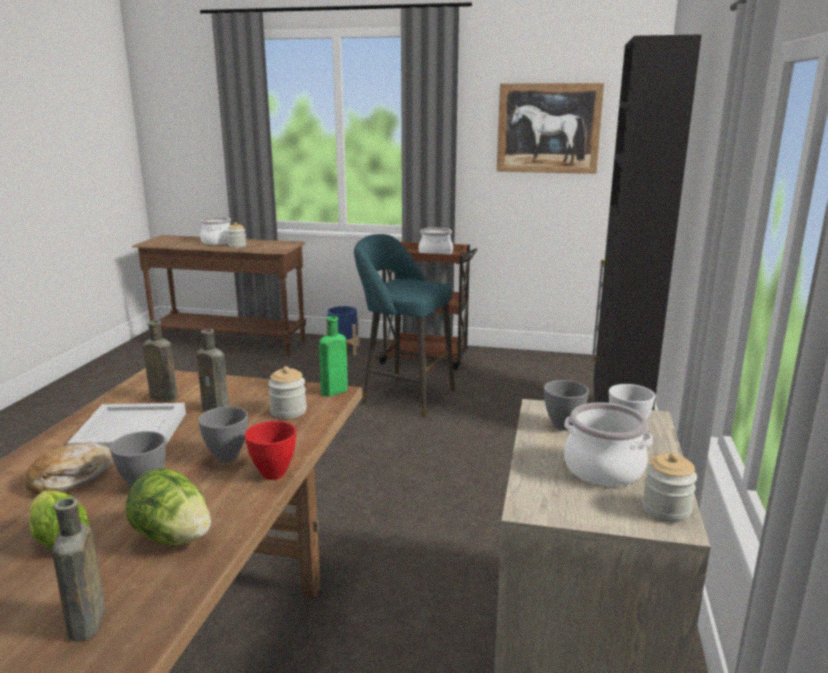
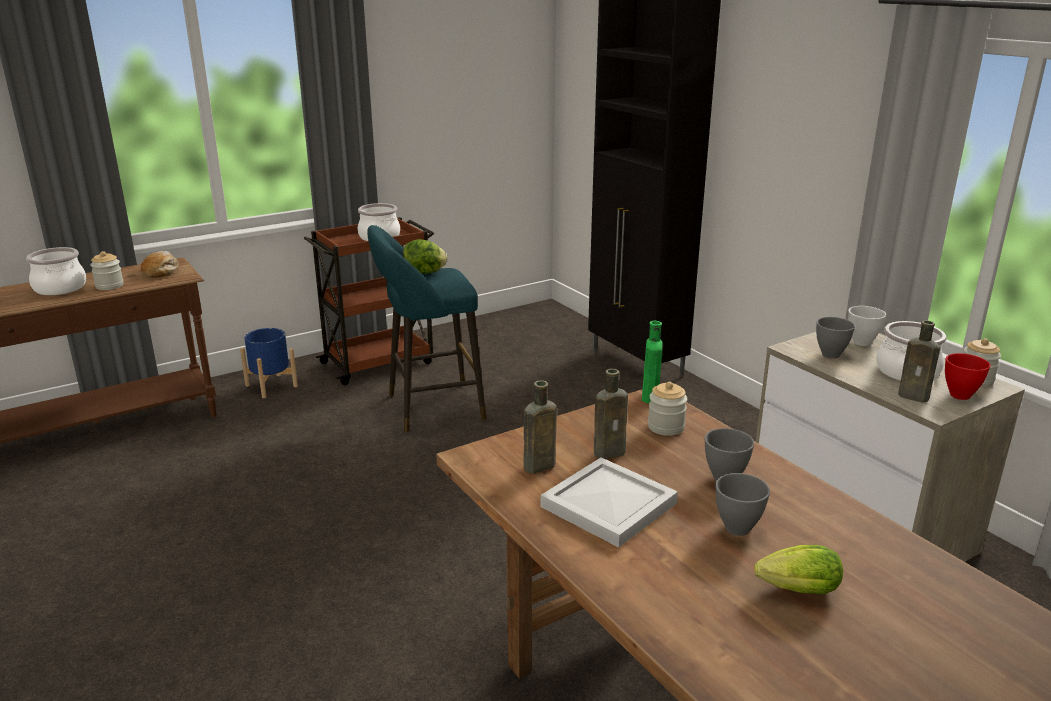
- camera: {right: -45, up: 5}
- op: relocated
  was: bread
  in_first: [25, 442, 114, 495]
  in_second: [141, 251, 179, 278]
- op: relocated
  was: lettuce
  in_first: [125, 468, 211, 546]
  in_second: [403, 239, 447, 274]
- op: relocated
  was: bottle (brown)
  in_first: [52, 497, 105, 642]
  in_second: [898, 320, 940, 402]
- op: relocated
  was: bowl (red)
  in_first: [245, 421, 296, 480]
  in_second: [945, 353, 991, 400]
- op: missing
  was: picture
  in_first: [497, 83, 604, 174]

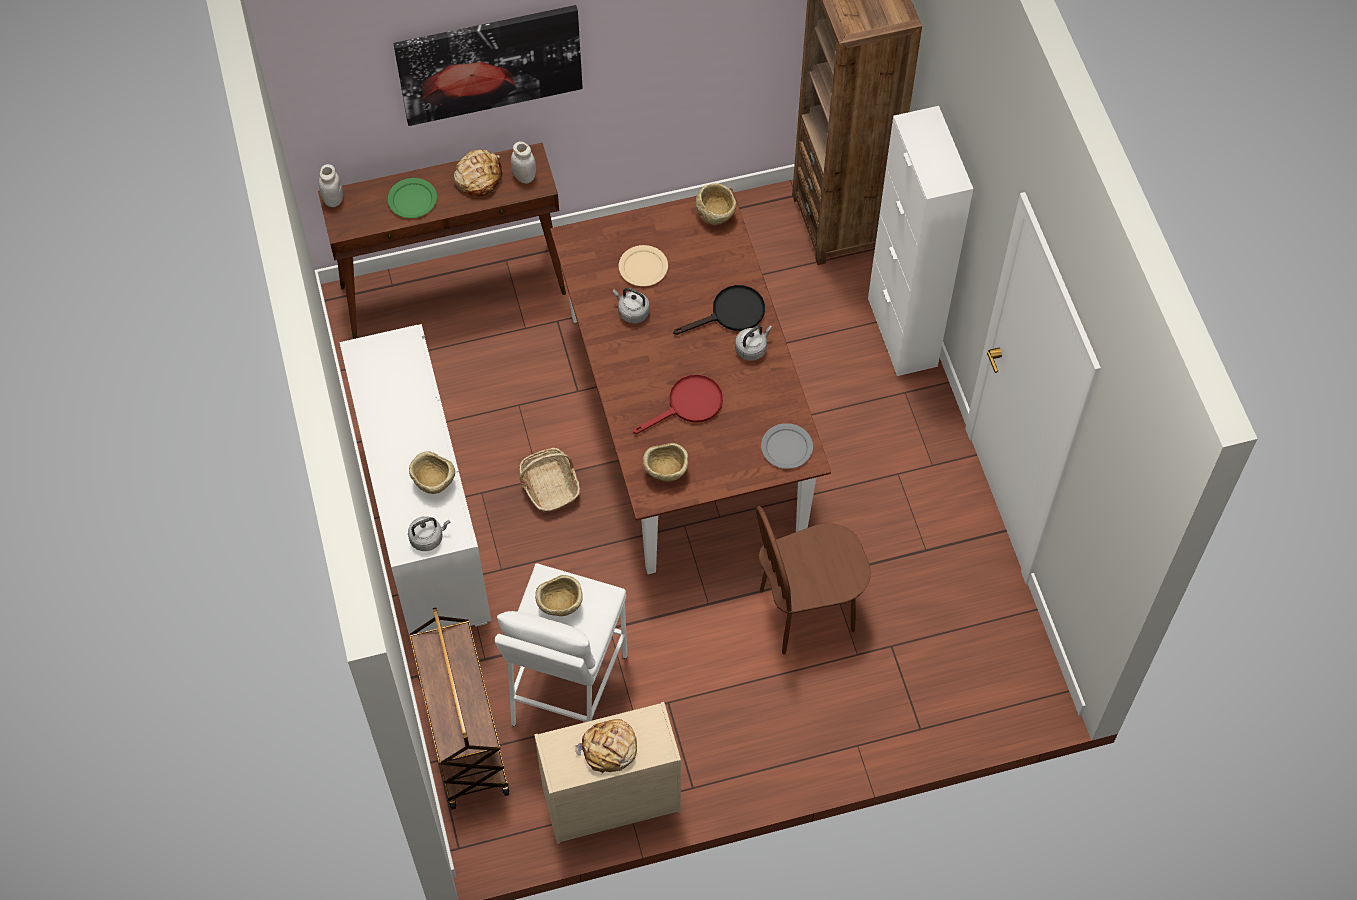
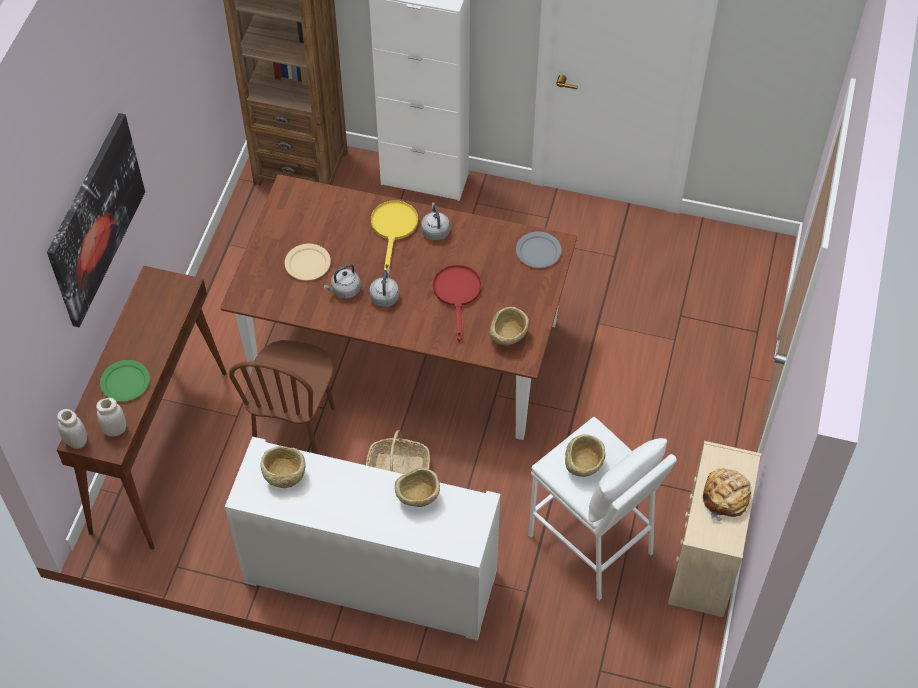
- camera: {right: -60, up: -5}
- op: relocated
  was: jar (white)
  in_first: [511, 141, 536, 184]
  in_second: [96, 398, 126, 437]
- op: relocated
  was: chair (brown)
  in_first: [756, 506, 871, 655]
  in_second: [229, 340, 335, 454]
- op: relocated
  was: bowl (beige)
  in_first: [695, 183, 737, 225]
  in_second: [260, 446, 306, 488]
- op: relocated
  was: kettle (grey)
  in_first: [408, 516, 450, 551]
  in_second: [369, 268, 399, 307]
- op: colour
  was: frying pan (black)
  now: frying pan (yellow)
  in_first: [673, 285, 765, 335]
  in_second: [371, 200, 418, 271]
- op: missing
  was: cart (brown)
  in_first: [409, 608, 509, 810]
- op: missing
  was: bread
  in_first: [454, 149, 503, 197]

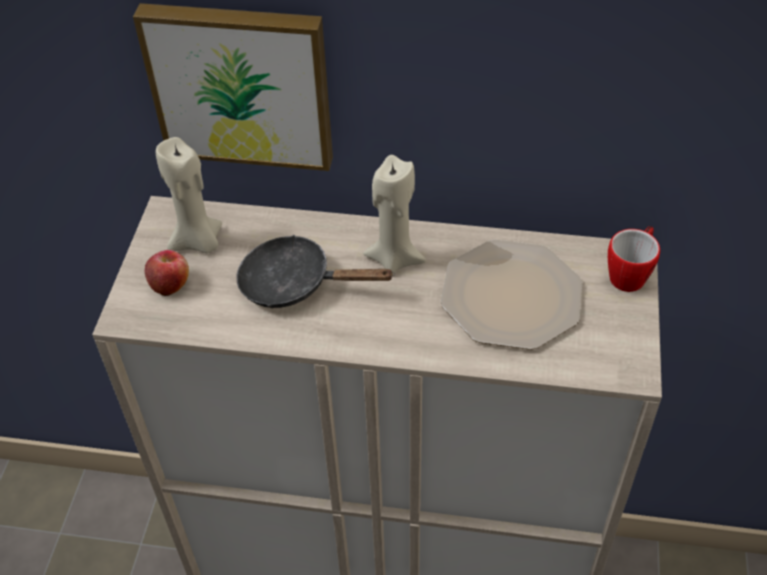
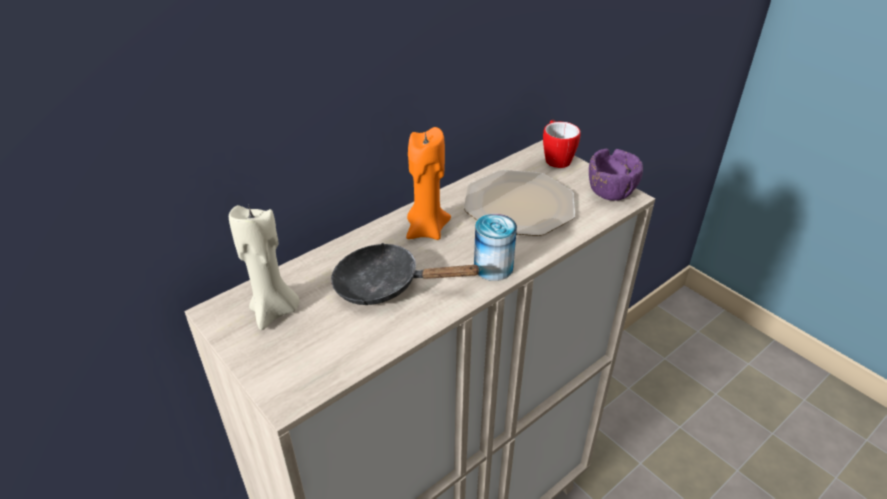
- camera: {right: -50, up: -10}
- op: spun
  was: frying pan (black)
  in_first: [236, 235, 395, 308]
  in_second: [331, 243, 481, 305]
  clockwise: 45
- op: colour
  was: candle (beige)
  now: candle (orange)
  in_first: [363, 155, 426, 275]
  in_second: [406, 127, 451, 240]
- op: appeared
  now: can
  in_second: [474, 214, 517, 281]
- op: appeared
  now: bowl (purple)
  in_second: [589, 149, 643, 201]
- op: missing
  was: picture
  in_first: [133, 3, 333, 171]
- op: missing
  was: apple
  in_first: [144, 250, 189, 296]

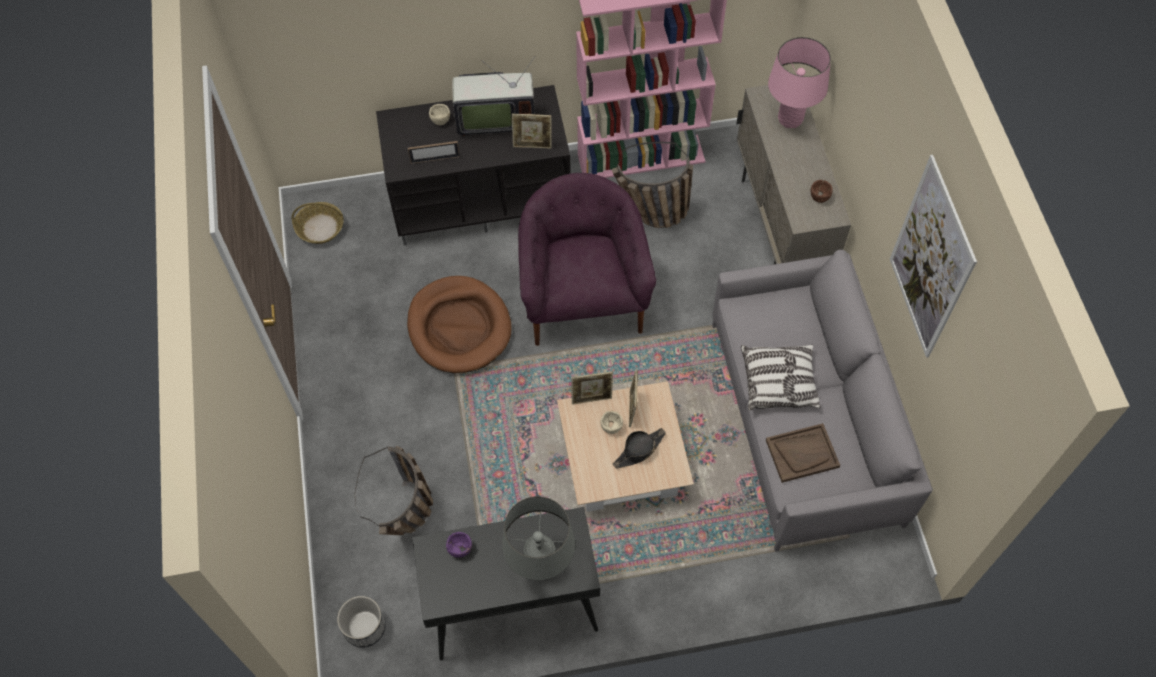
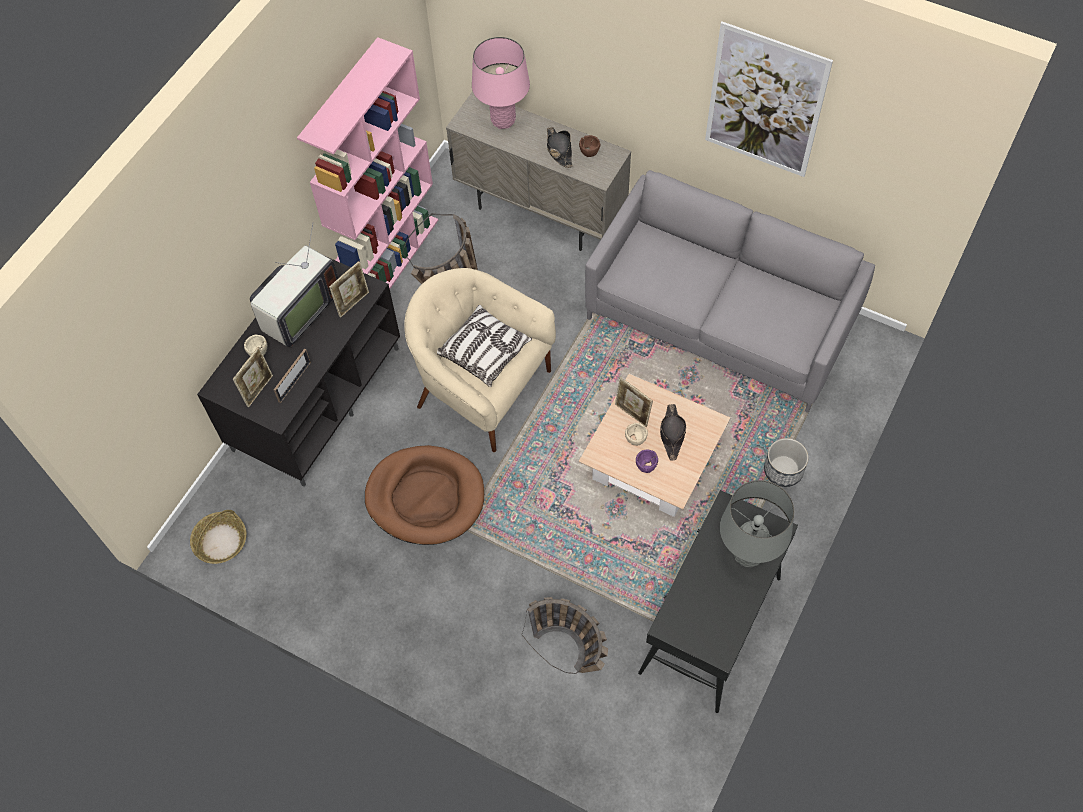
- camera: {right: -50, up: 0}
- op: relocated
  was: picture frame
  in_first: [571, 371, 613, 405]
  in_second: [233, 347, 273, 407]
- op: colour
  was: armchair (purple)
  now: armchair (beige)
  in_first: [518, 173, 656, 346]
  in_second: [404, 268, 556, 452]
- op: relocated
  was: pillow
  in_first: [741, 345, 821, 410]
  in_second: [437, 305, 533, 387]
- op: appeared
  now: hat (black)
  in_second: [547, 127, 573, 168]
- op: relocated
  was: bowl (purple)
  in_first: [446, 532, 472, 558]
  in_second: [636, 449, 658, 473]
- op: relocated
  was: planter
  in_first: [337, 596, 386, 648]
  in_second: [764, 438, 809, 487]
- op: missing
  was: tray (brown)
  in_first: [766, 423, 840, 483]

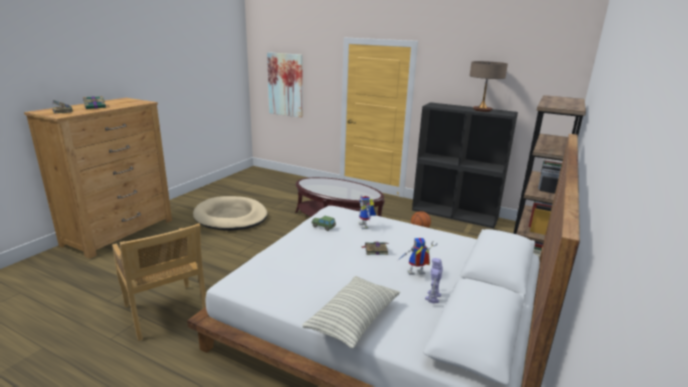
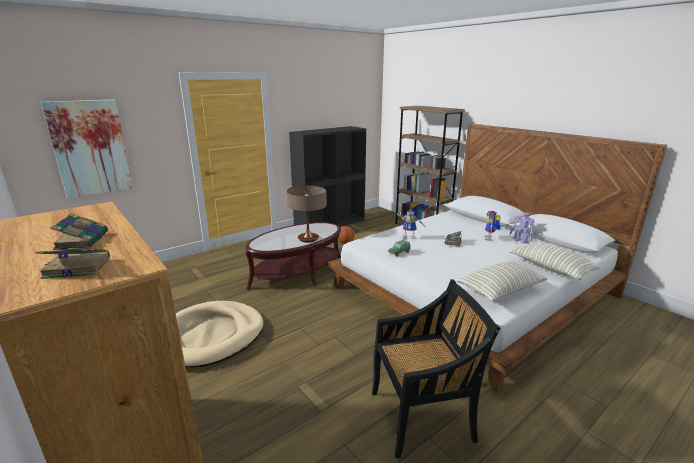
- camera: {right: -65, up: 0}
- op: relocated
  was: table lamp
  in_first: [470, 61, 508, 112]
  in_second: [287, 185, 327, 243]
- op: colour
  was: chair (beige)
  now: chair (black)
  in_first: [112, 223, 206, 341]
  in_second: [372, 279, 500, 458]
- op: appeared
  now: pillow
  in_second: [457, 261, 548, 301]

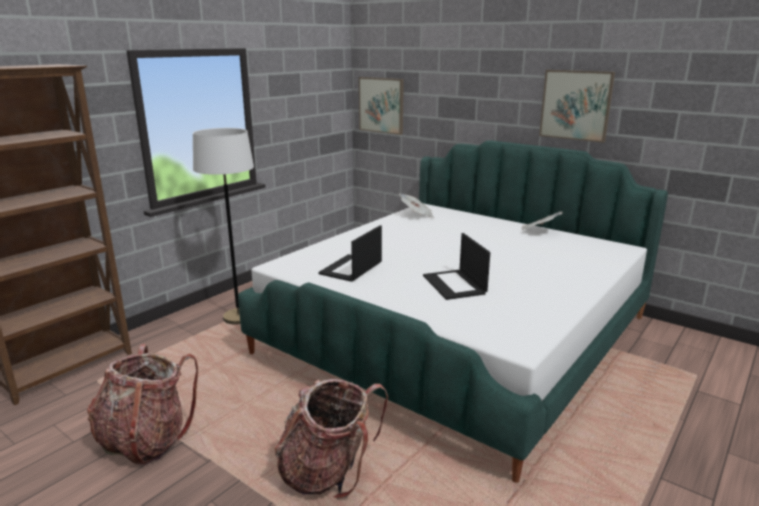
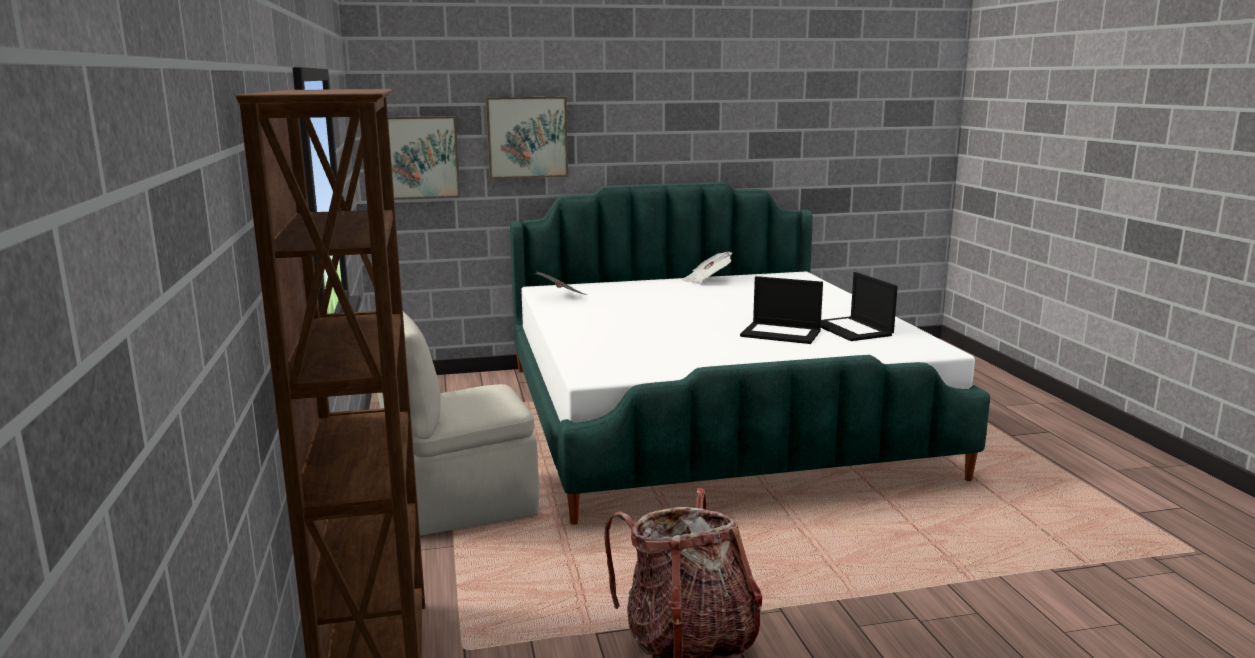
- camera: {right: -50, up: -5}
- op: exchanged
  was: floor lamp (white)
  now: chair (beige)
  in_first: [193, 128, 254, 324]
  in_second: [377, 312, 539, 536]
- op: relocated
  was: picture
  in_first: [539, 70, 615, 143]
  in_second: [486, 97, 568, 179]
- op: relocated
  was: laptop
  in_first: [318, 225, 382, 282]
  in_second: [821, 272, 898, 341]
- op: missing
  was: backpack
  in_first: [275, 379, 388, 499]

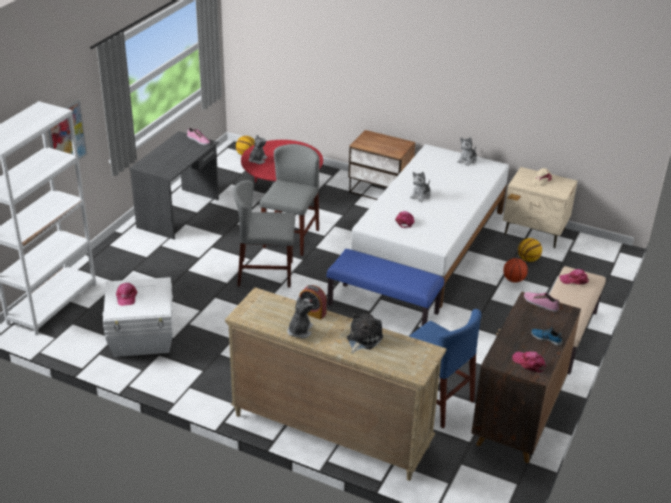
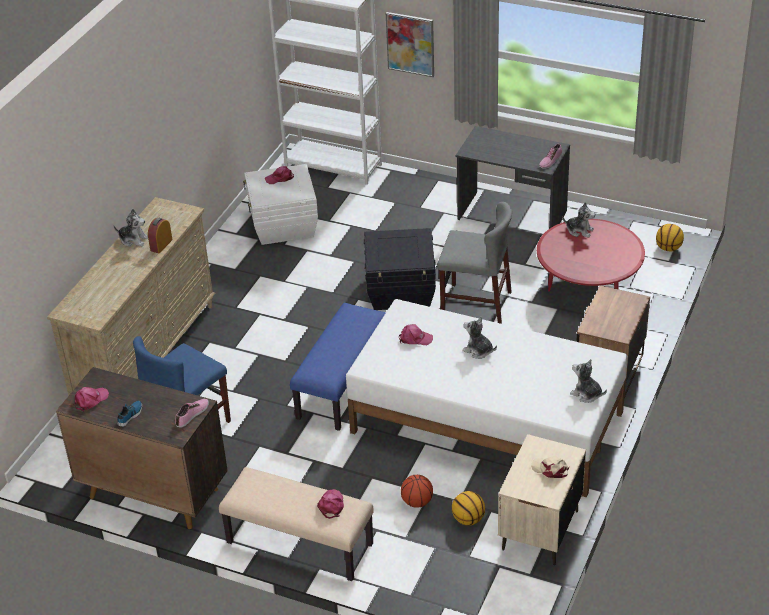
- camera: {right: 90, up: 5}
- op: exchanged
  was: chair (grey)
  now: storage box (black)
  in_first: [233, 180, 295, 288]
  in_second: [364, 228, 436, 310]
- op: missing
  was: plush toy
  in_first: [347, 313, 383, 353]

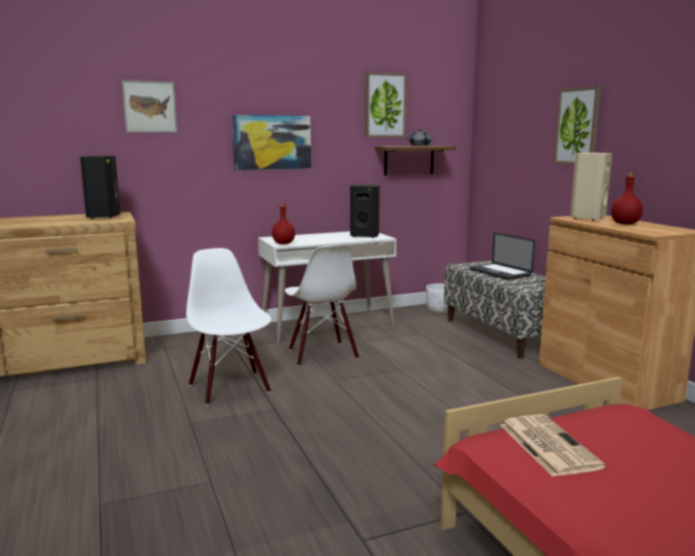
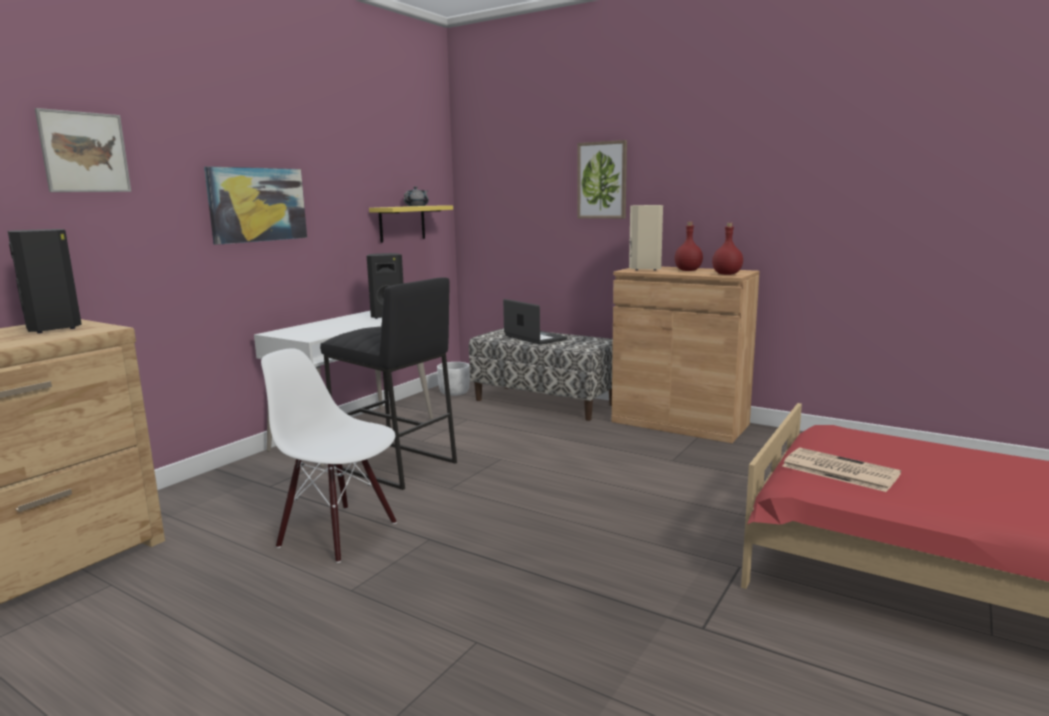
- camera: {right: -35, up: 0}
- op: exchanged
  was: chair (white)
  now: stool (black)
  in_first: [285, 245, 359, 366]
  in_second: [320, 277, 457, 490]
- op: colour
  was: shelf (brown)
  now: shelf (yellow)
  in_first: [375, 146, 456, 176]
  in_second: [369, 205, 453, 243]
- op: spun
  was: laptop
  in_first: [470, 233, 535, 280]
  in_second: [503, 299, 567, 345]
  clockwise: -150
- op: relocated
  was: bottle (red)
  in_first: [272, 203, 295, 244]
  in_second: [712, 223, 743, 275]
- op: missing
  was: picture
  in_first: [365, 72, 407, 138]

